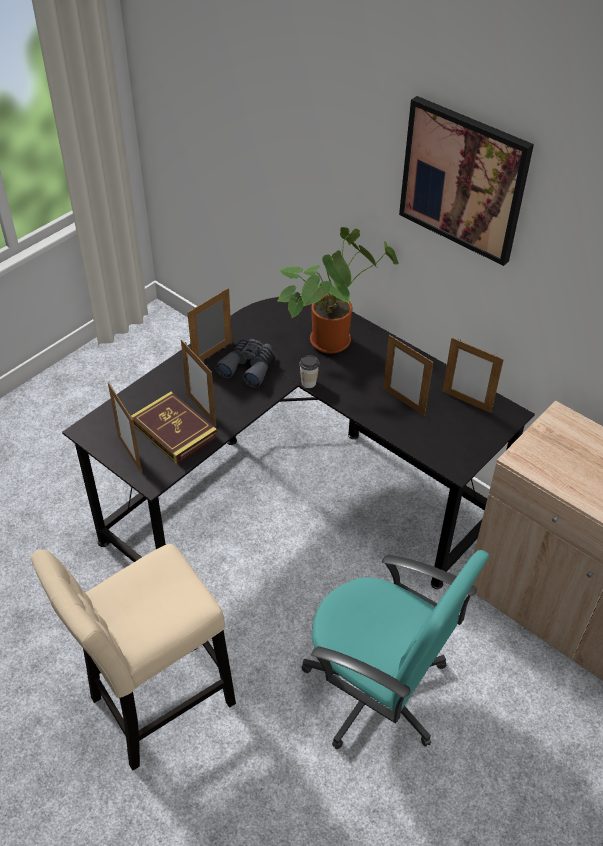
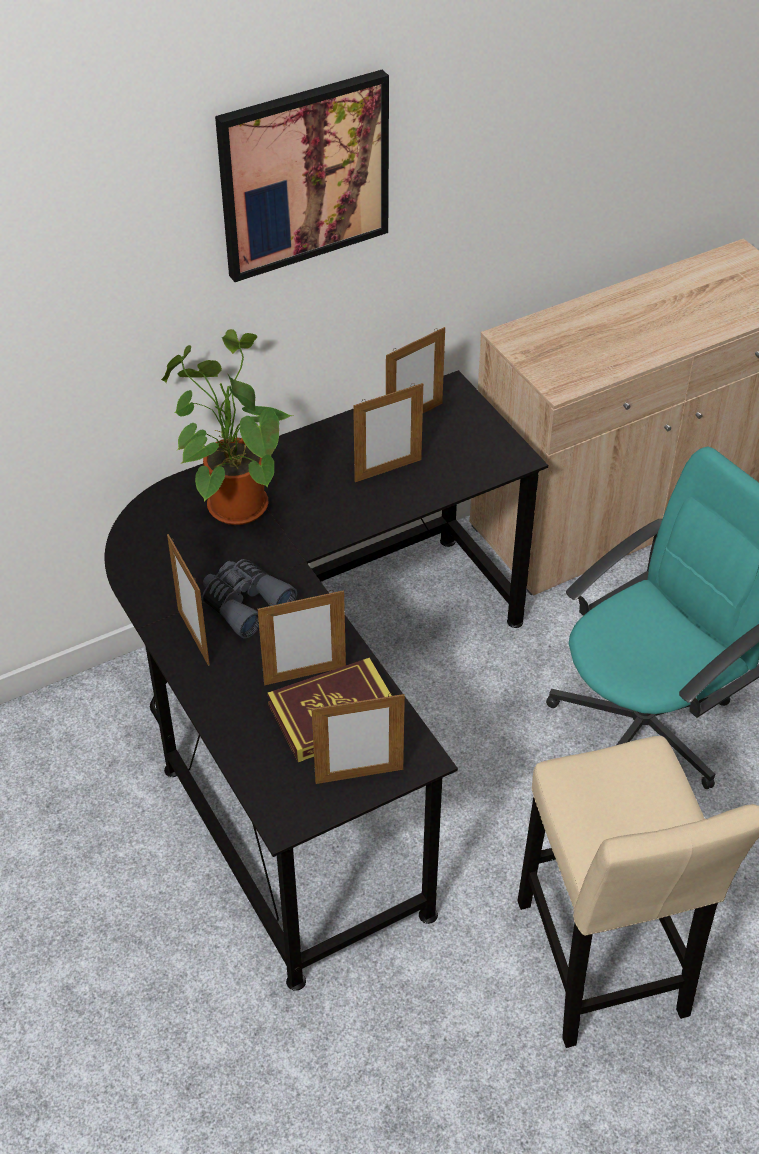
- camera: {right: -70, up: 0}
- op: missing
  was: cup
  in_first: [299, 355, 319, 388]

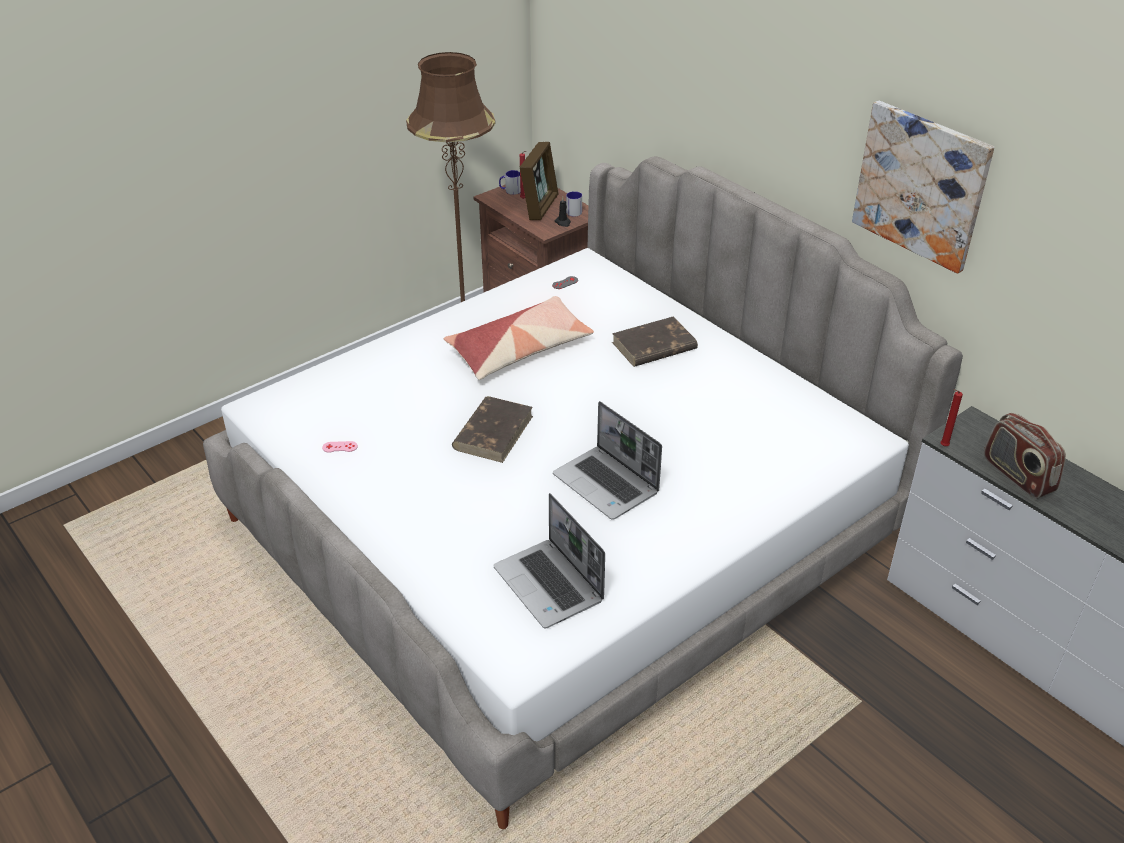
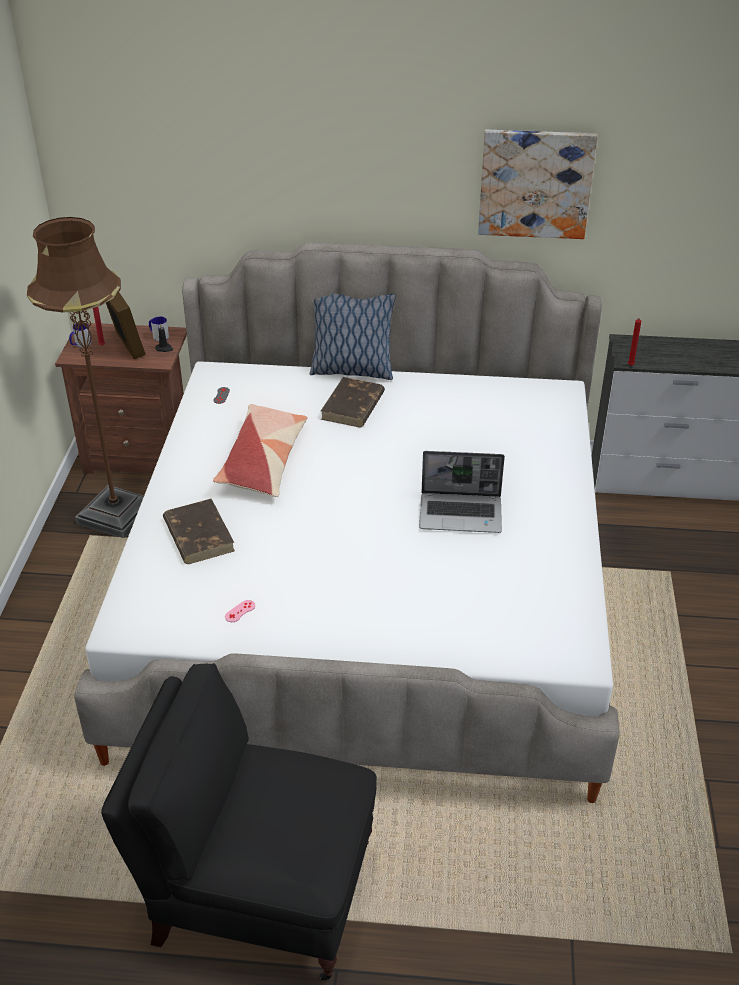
- camera: {right: -45, up: 0}
- op: appeared
  now: armchair (black)
  in_second: [101, 663, 377, 980]
- op: relocated
  was: book (brown)
  in_first: [452, 396, 533, 463]
  in_second: [163, 499, 235, 564]
- op: appeared
  now: pillow
  in_second: [310, 294, 396, 380]
- op: missing
  was: laptop
  in_first: [493, 493, 605, 628]
- op: missing
  was: radio
  in_first: [984, 413, 1066, 499]

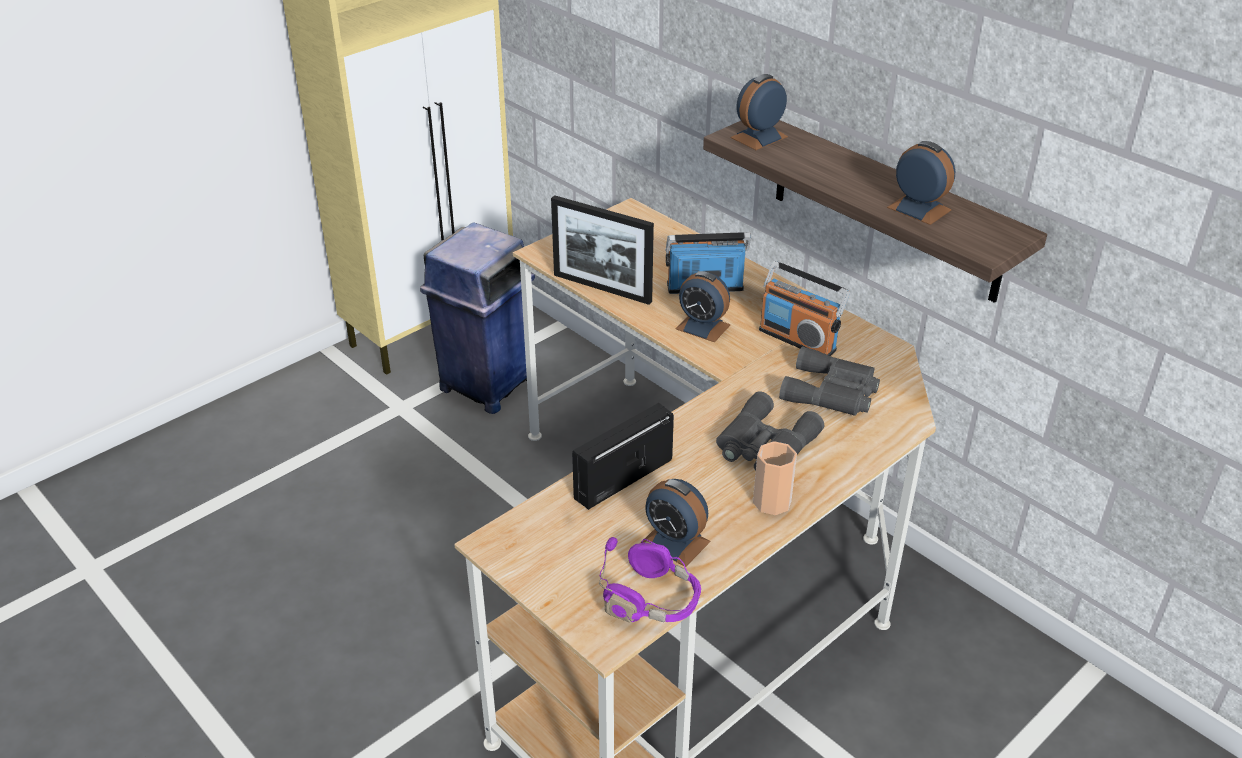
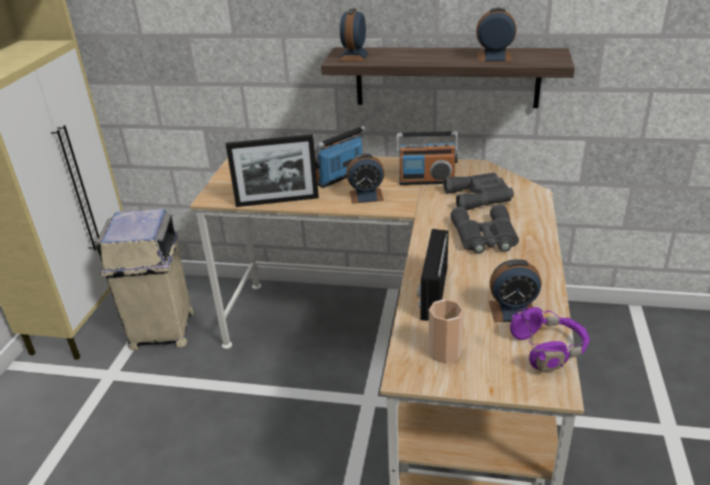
- camera: {right: -35, up: -5}
- op: colour
  was: trash can (blue)
  now: trash can (beige)
  in_first: [420, 222, 535, 414]
  in_second: [96, 209, 193, 350]
- op: relocated
  was: cup
  in_first: [753, 441, 797, 515]
  in_second: [428, 299, 464, 364]

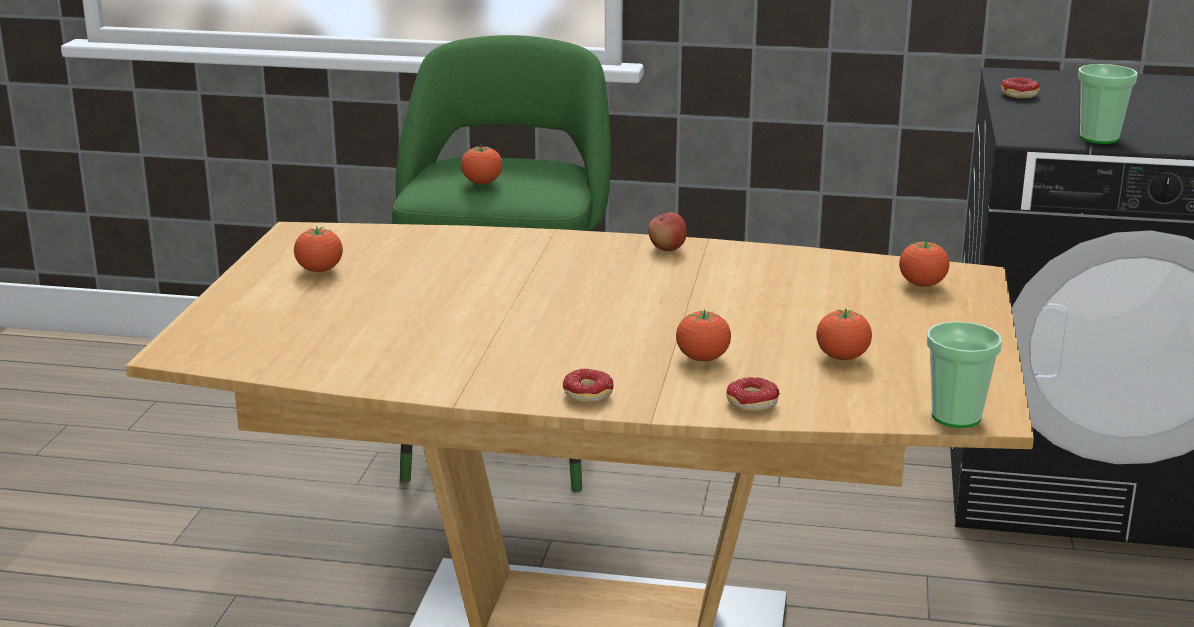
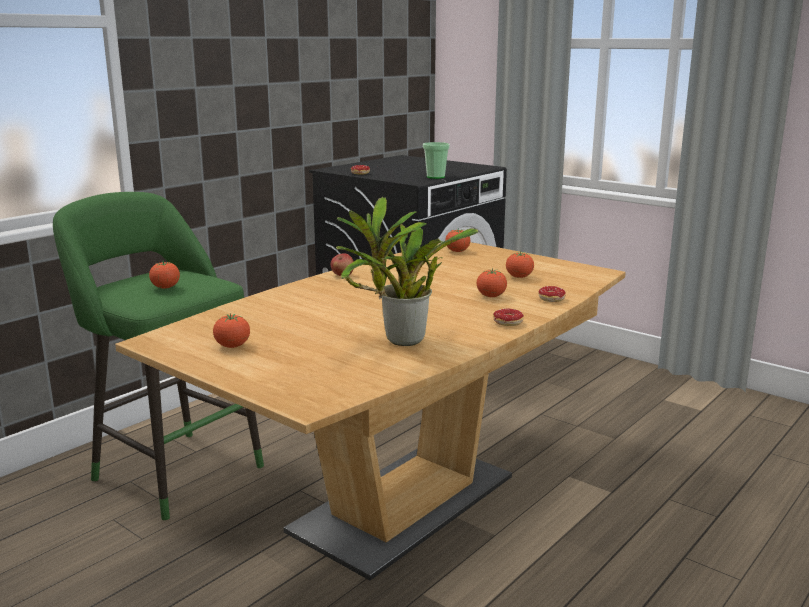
- camera: {right: -60, up: -5}
- op: appeared
  now: potted plant
  in_second: [336, 197, 478, 346]
- op: missing
  was: cup
  in_first: [927, 321, 1002, 428]

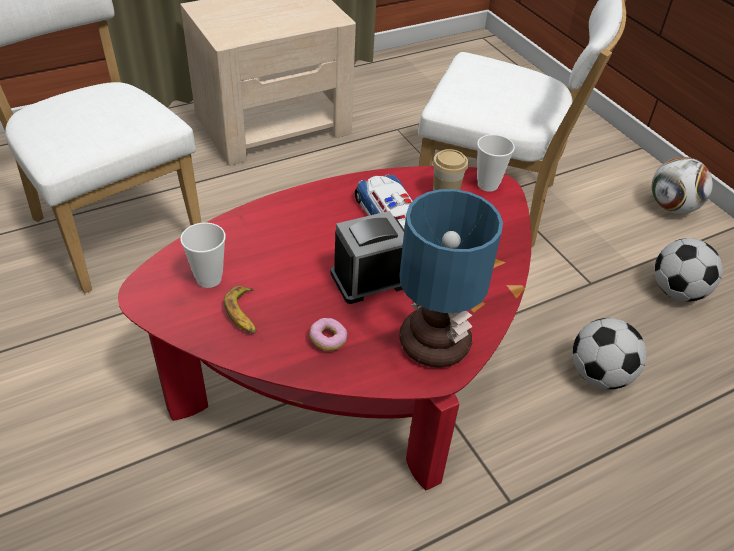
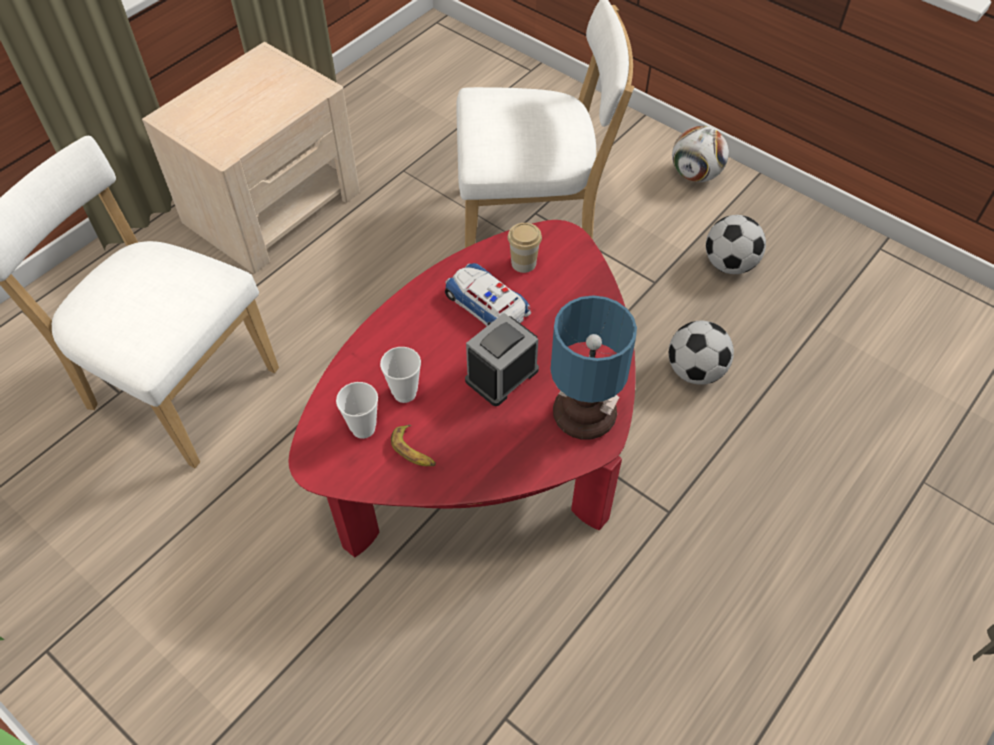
- camera: {right: -20, up: 10}
- op: relocated
  was: cup
  in_first: [477, 134, 515, 192]
  in_second: [380, 347, 421, 403]
- op: missing
  was: donut
  in_first: [309, 318, 347, 351]

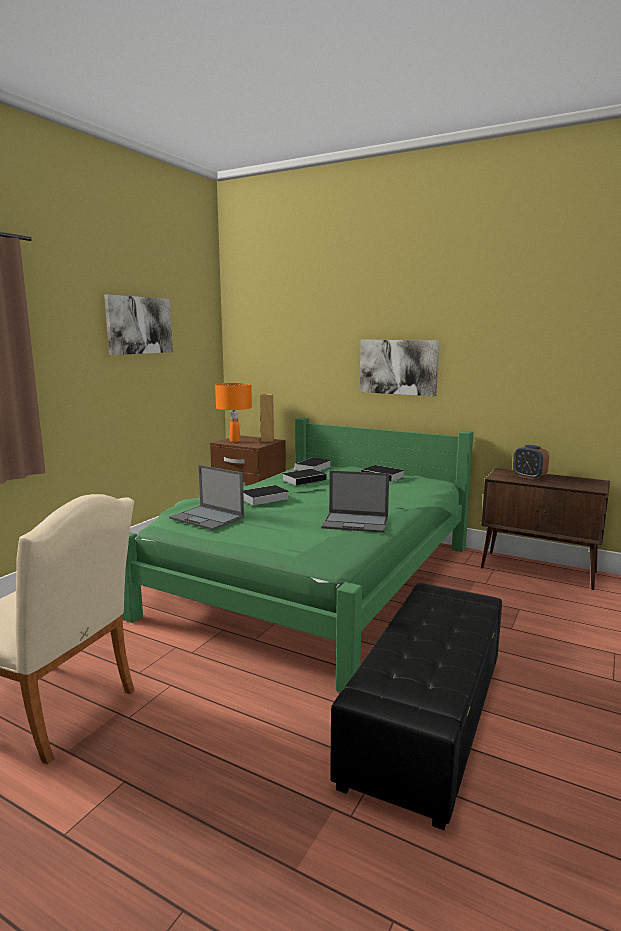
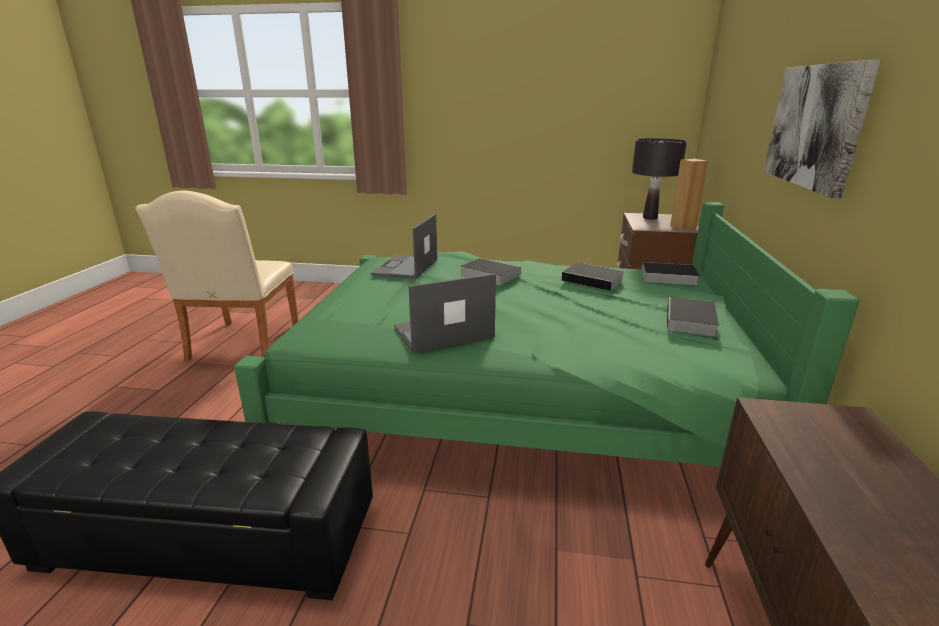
- camera: {right: 70, up: 10}
- op: spun
  was: laptop
  in_first: [321, 470, 389, 533]
  in_second: [394, 274, 496, 353]
  clockwise: 75
- op: colour
  was: table lamp (orange)
  now: table lamp (black)
  in_first: [215, 383, 252, 442]
  in_second: [632, 138, 687, 220]
- op: missing
  was: picture
  in_first: [104, 294, 173, 355]
- op: missing
  was: alarm clock
  in_first: [513, 445, 549, 479]

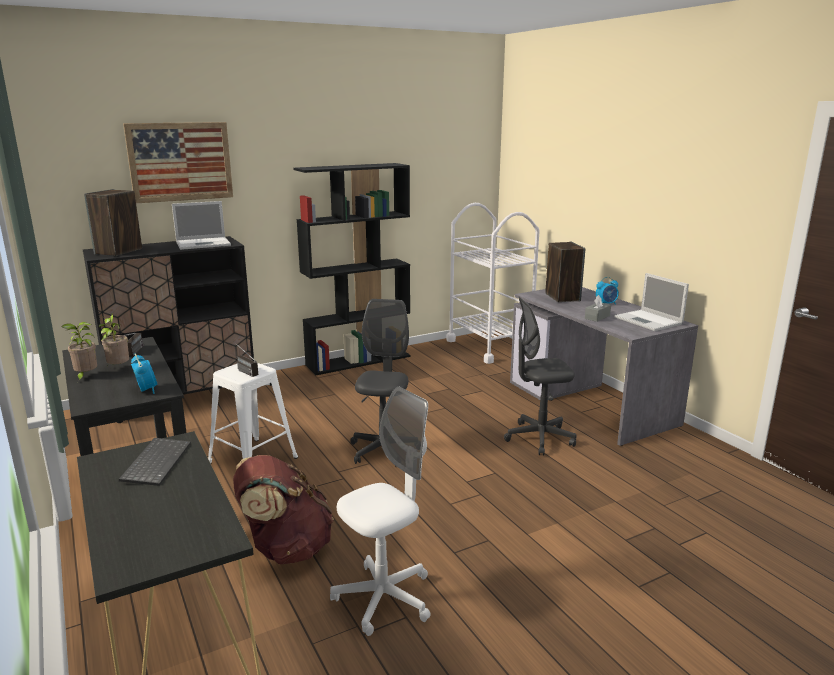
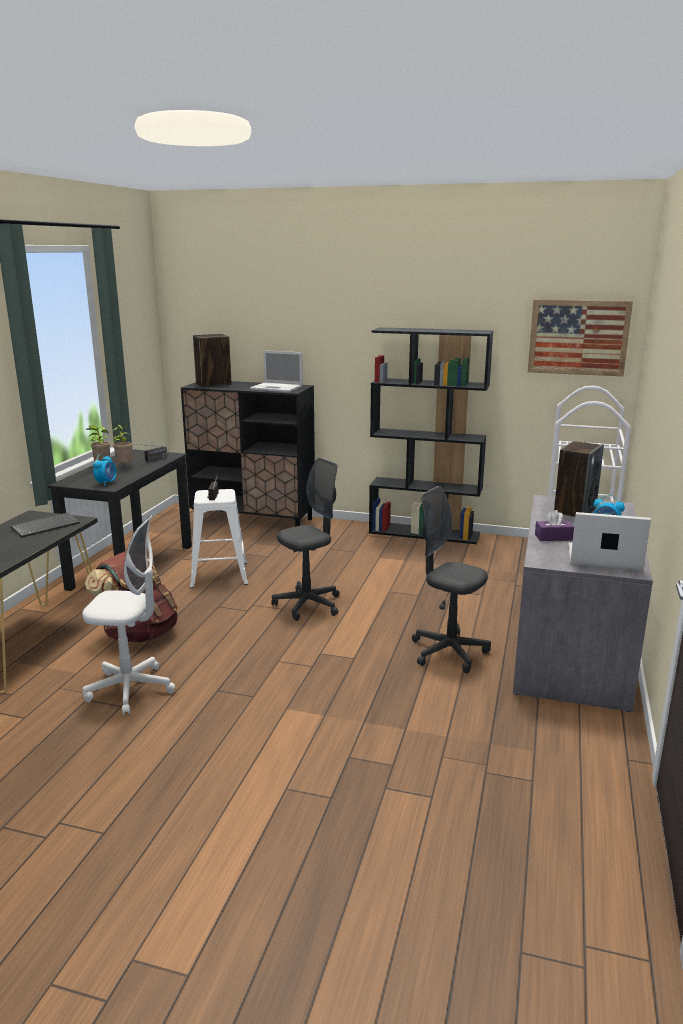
- camera: {right: 45, up: 0}
- op: relocated
  was: picture
  in_first: [123, 122, 233, 203]
  in_second: [528, 299, 633, 376]
- op: colour
  was: tissue box (grey)
  now: tissue box (purple)
  in_first: [585, 295, 611, 322]
  in_second: [535, 510, 574, 541]
- op: spun
  was: laptop
  in_first: [614, 273, 689, 331]
  in_second: [568, 512, 651, 571]
  clockwise: 90

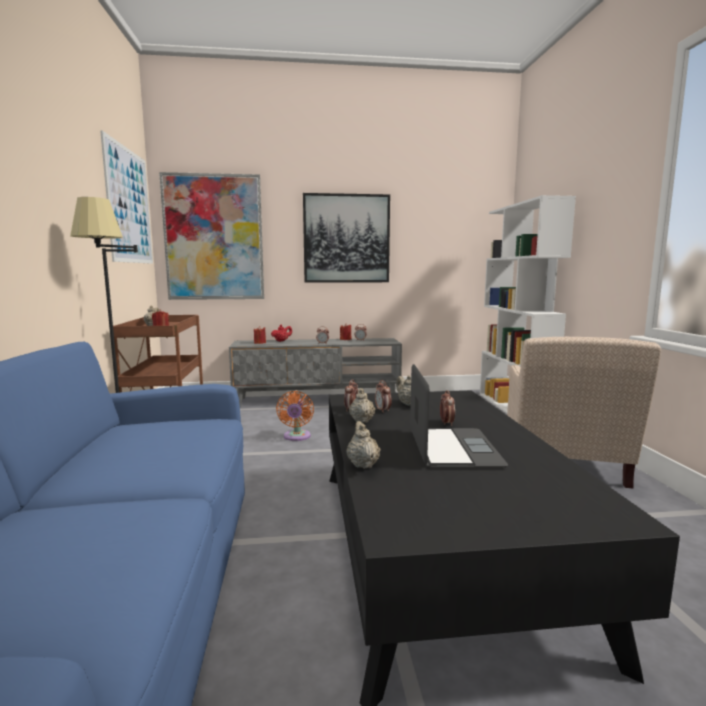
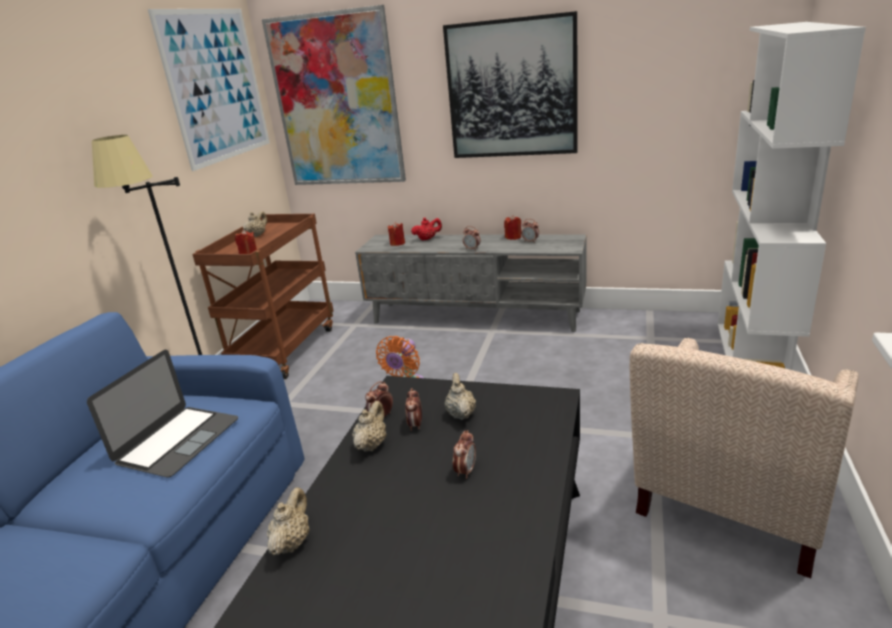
- camera: {right: 25, up: 15}
- op: relocated
  was: laptop
  in_first: [410, 364, 508, 468]
  in_second: [87, 350, 238, 477]

